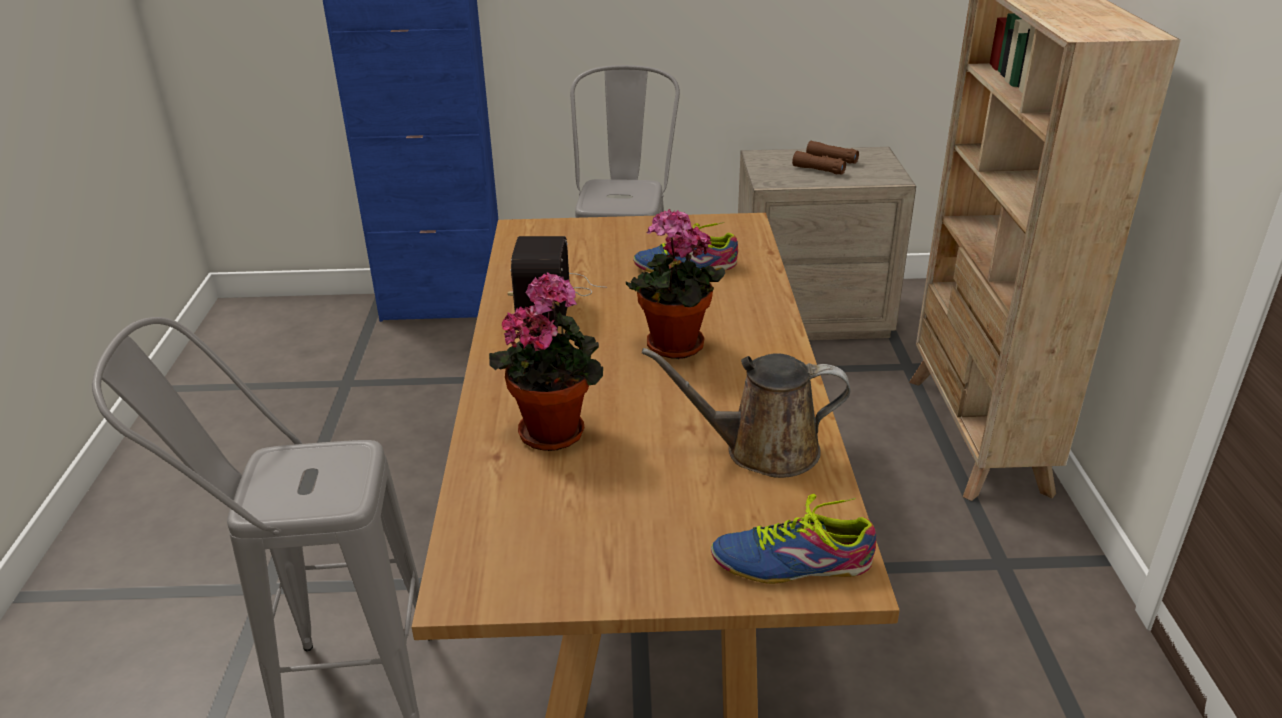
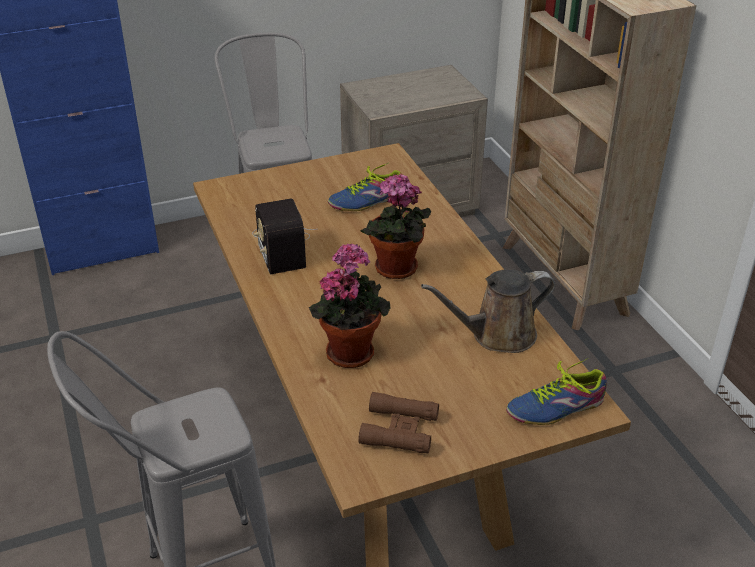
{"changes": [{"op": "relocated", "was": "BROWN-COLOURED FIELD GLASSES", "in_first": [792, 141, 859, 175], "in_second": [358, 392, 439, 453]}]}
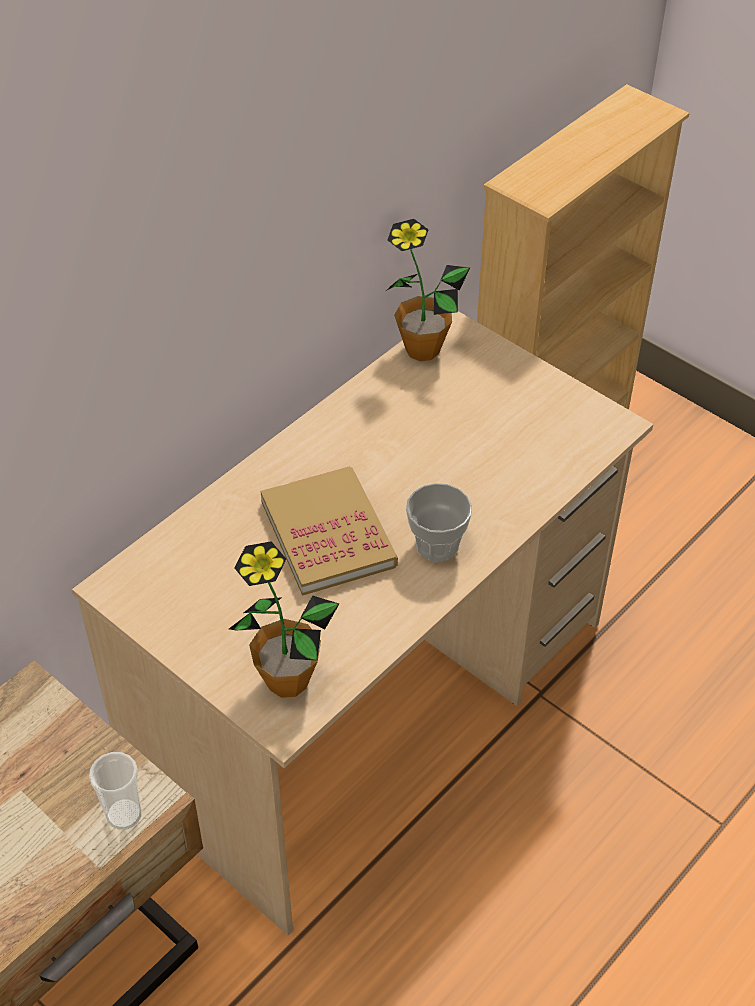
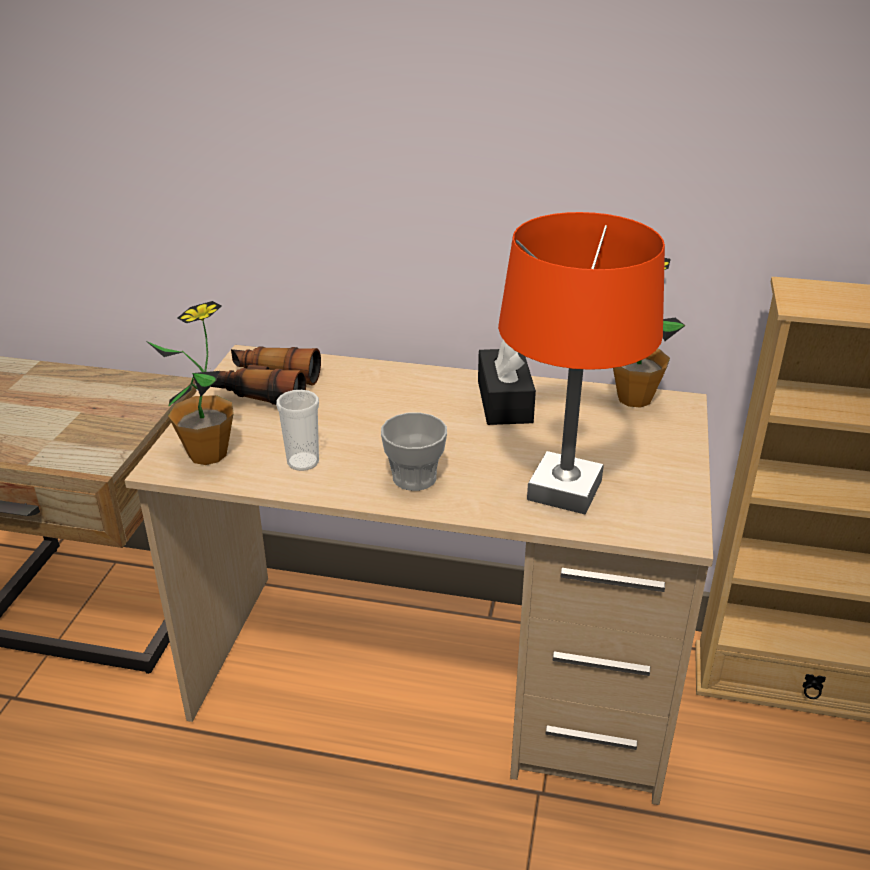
{"changes": [{"op": "appeared", "now": "FIELD GLASSES", "in_second": [211, 347, 321, 405]}, {"op": "relocated", "was": "CUP", "in_first": [89, 752, 142, 830], "in_second": [276, 390, 319, 471]}, {"op": "appeared", "now": "BLACK-COLOURED TISSUE BOX", "in_second": [478, 340, 536, 425]}, {"op": "appeared", "now": "ORANGEY LAMP FOR A TABLE", "in_second": [498, 212, 665, 514]}, {"op": "missing", "was": "VOLUME", "in_first": [261, 466, 398, 596]}]}
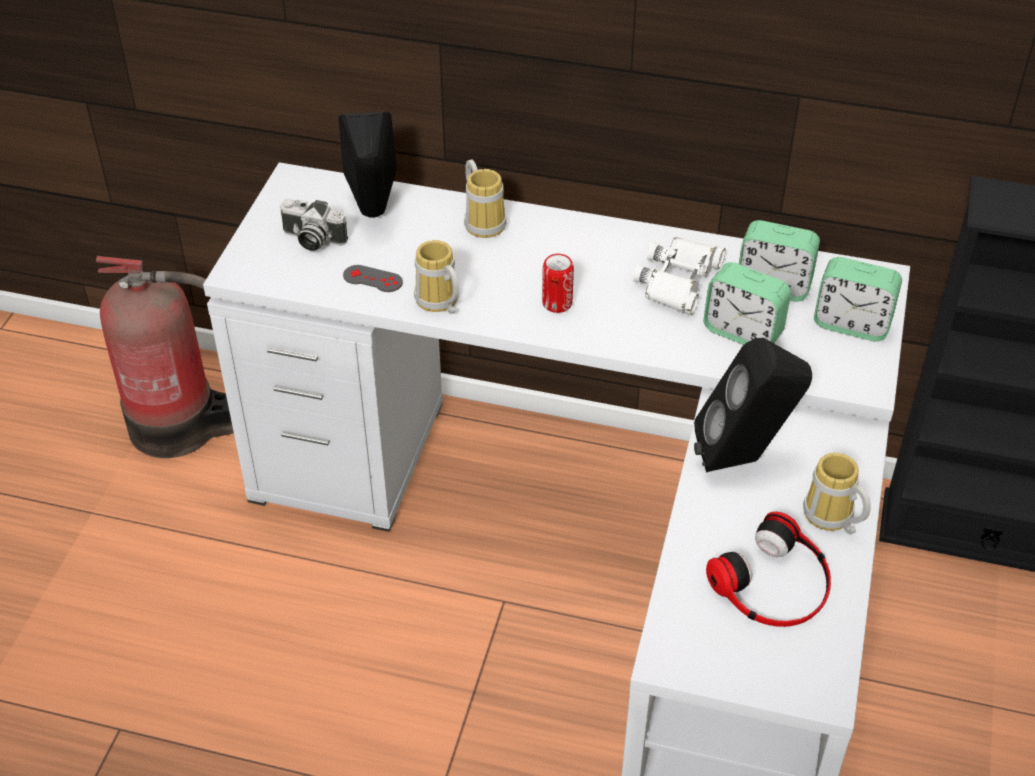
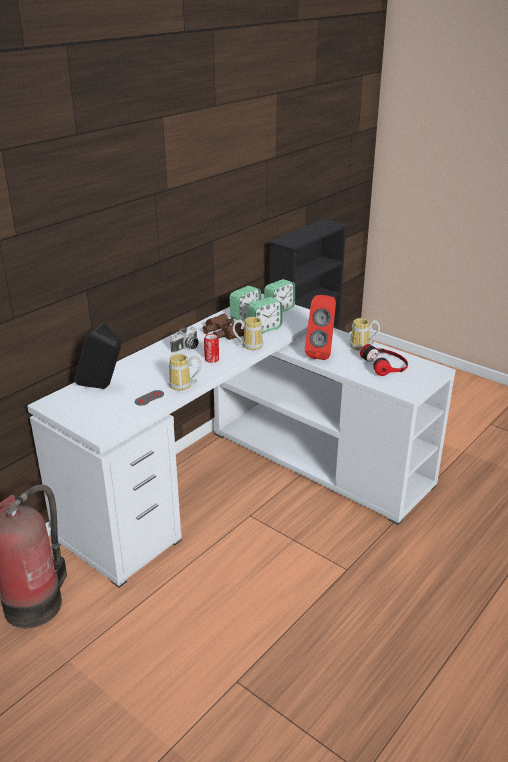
{"changes": [{"op": "relocated", "was": "PHOTO CAMERA", "in_first": [280, 199, 348, 251], "in_second": [170, 327, 199, 353]}, {"op": "colour", "was": "WHITE-COLOURED FIELD GLASSES", "now": "BROWN-COLOURED FIELD GLASSES", "in_first": [633, 237, 726, 315], "in_second": [203, 313, 244, 340]}, {"op": "relocated", "was": "MUG", "in_first": [464, 159, 507, 238], "in_second": [233, 317, 263, 350]}, {"op": "colour", "was": "BLACK-COLOURED SPEAKER", "now": "RED SPEAKER", "in_first": [694, 338, 812, 472], "in_second": [305, 295, 336, 360]}]}
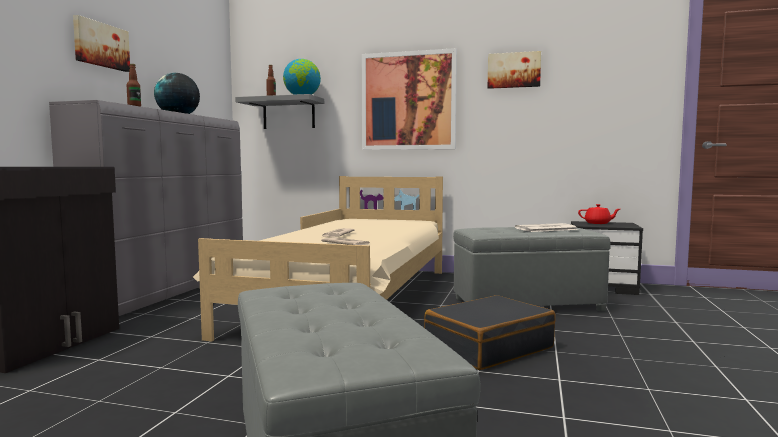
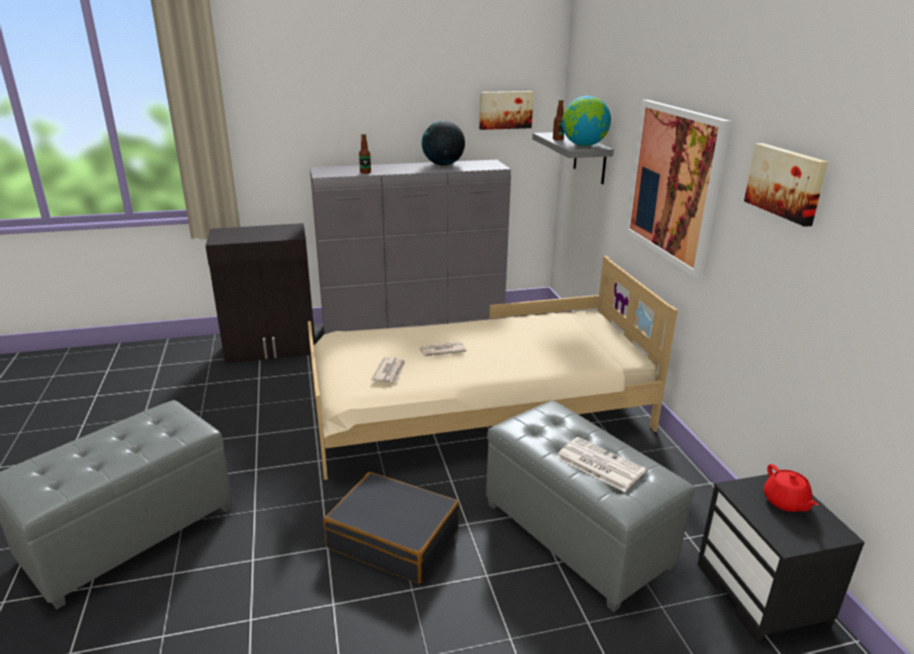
{"changes": [{"op": "relocated", "was": "WALL ART", "in_first": [73, 15, 130, 72], "in_second": [479, 91, 534, 130]}]}
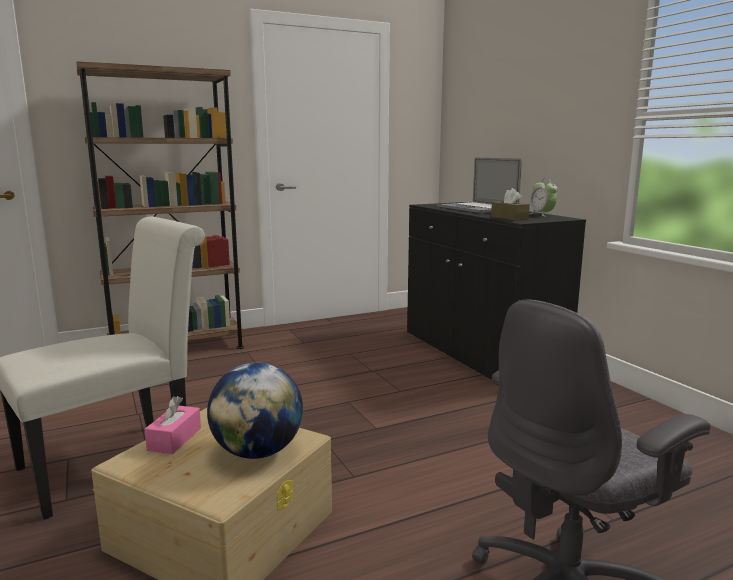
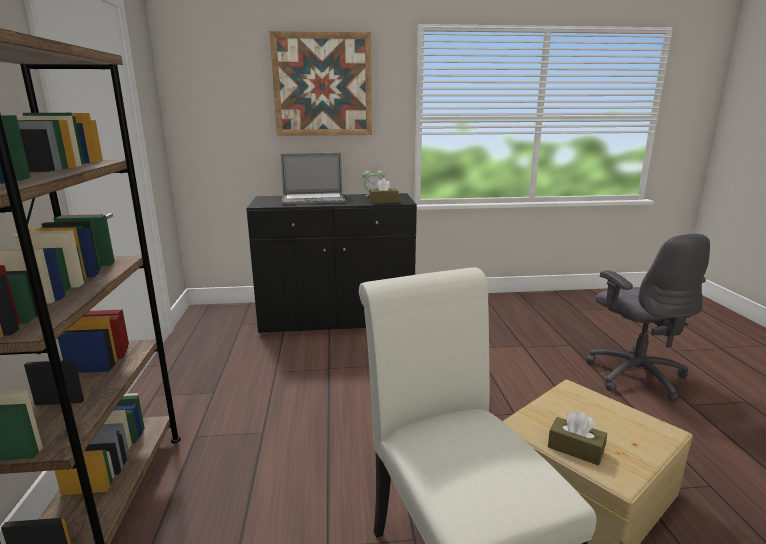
{"changes": [{"op": "appeared", "now": "WALL ART", "in_second": [270, 31, 372, 136]}, {"op": "colour", "was": "PINKISH TISSUE BOX", "now": "BROWN-COLOURED TISSUE BOX", "in_first": [145, 396, 201, 454], "in_second": [548, 412, 607, 466]}, {"op": "missing", "was": "WORLD GLOBE", "in_first": [207, 363, 303, 459]}]}
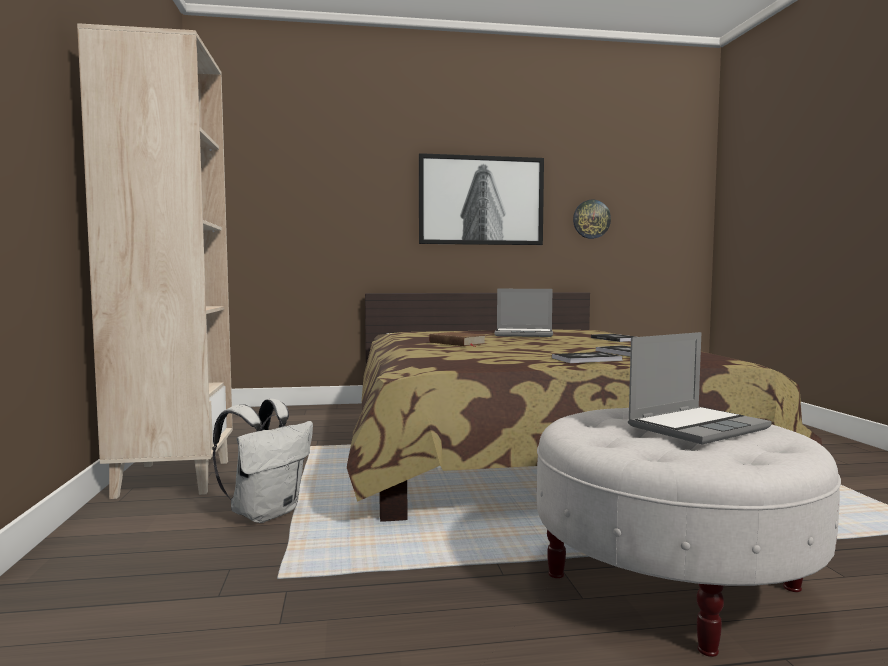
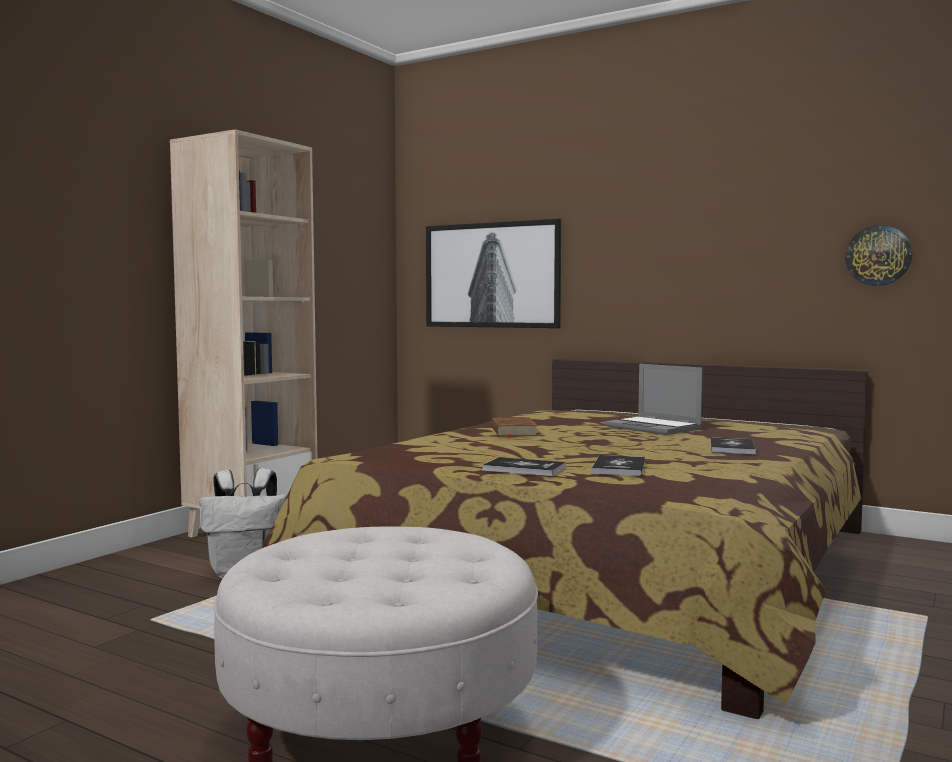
{"changes": [{"op": "relocated", "was": "WALL ART", "in_first": [419, 153, 544, 245], "in_second": [426, 219, 561, 328]}, {"op": "missing", "was": "LAPTOP", "in_first": [628, 332, 771, 445]}]}
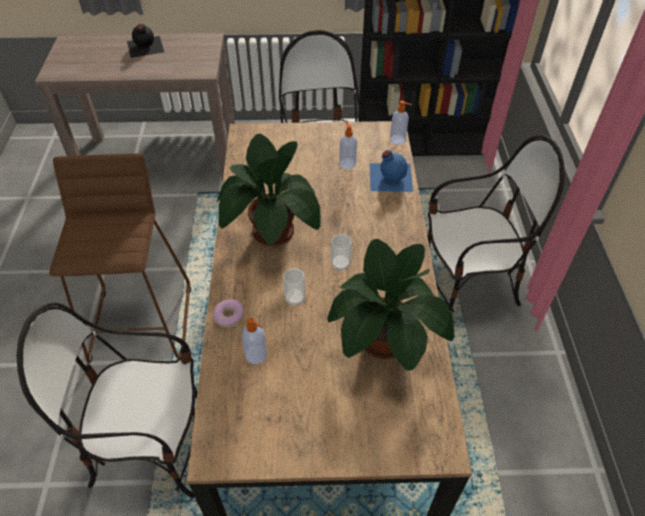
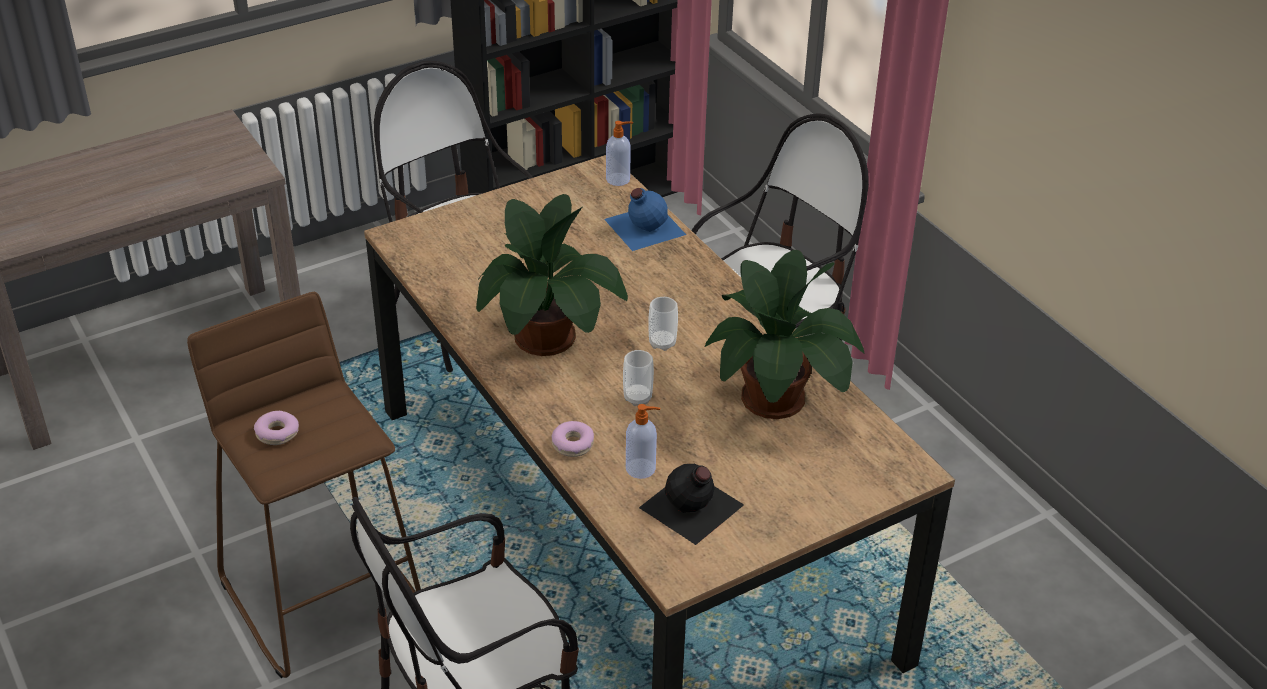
{"changes": [{"op": "appeared", "now": "RING DOUGHNUT", "in_second": [254, 411, 299, 445]}, {"op": "relocated", "was": "BLACK-COLOURED BEVERAGE BOTTLE", "in_first": [127, 24, 164, 58], "in_second": [639, 464, 744, 545]}, {"op": "missing", "was": "LIQUID SOAP BOTTLE", "in_first": [339, 120, 357, 169]}]}
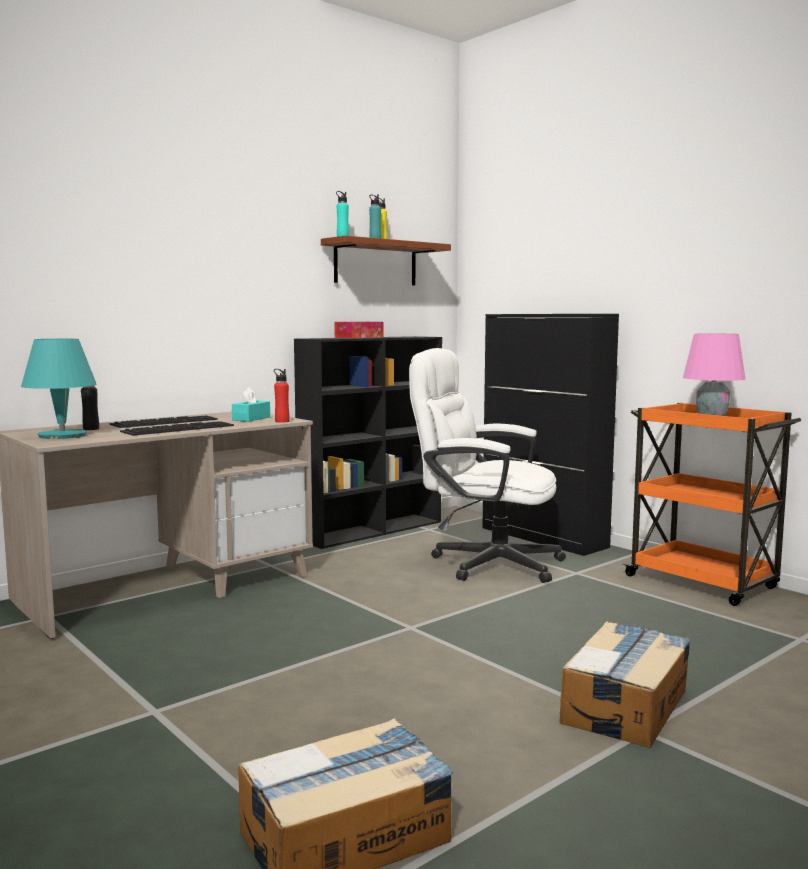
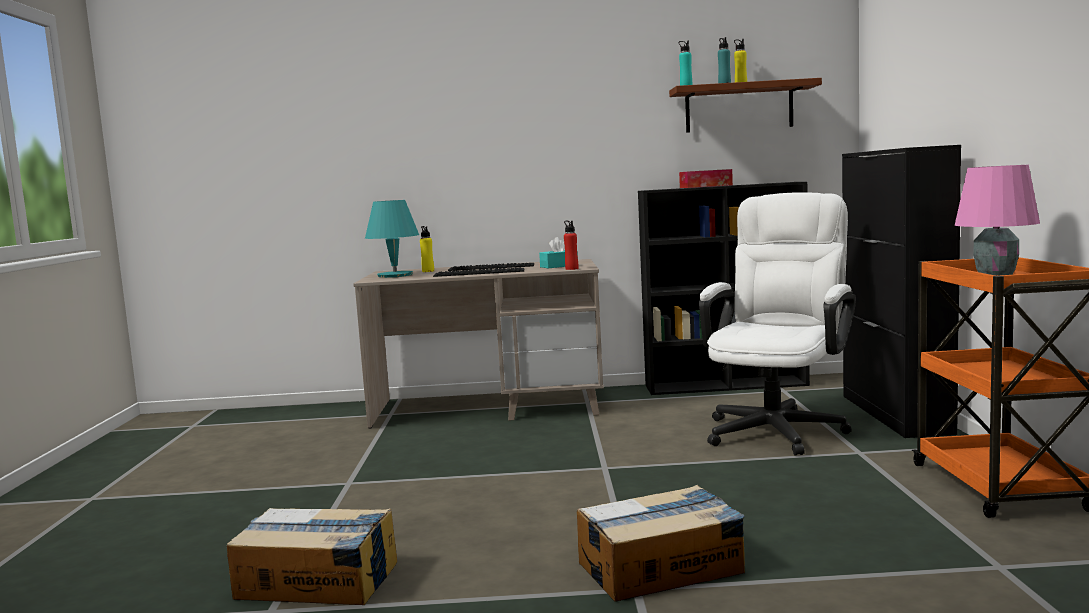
{"changes": [{"op": "colour", "was": "BLACK-COLOURED BEVERAGE BOTTLE", "now": "YELLOWISH BEVERAGE BOTTLE", "in_first": [81, 373, 99, 430], "in_second": [420, 226, 434, 272]}, {"op": "spun", "was": "WHITE-COLOURED OFFICE CHAIR", "in_first": [409, 348, 566, 583], "in_second": [699, 192, 856, 456], "clockwise": 60}]}
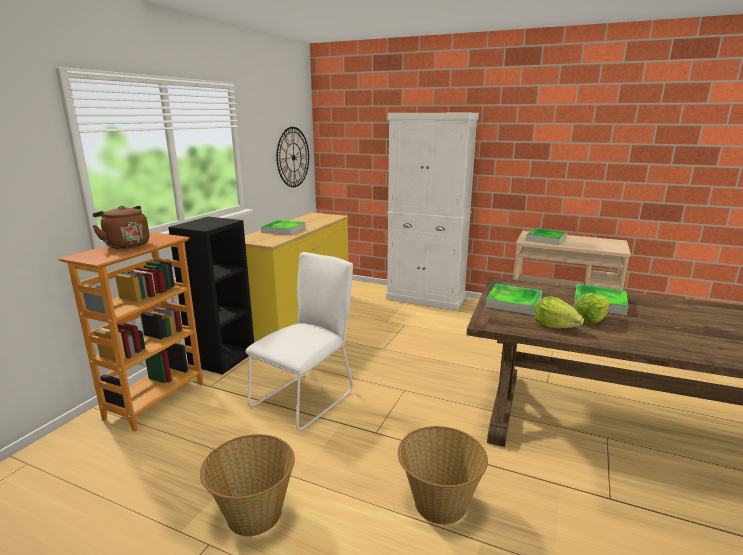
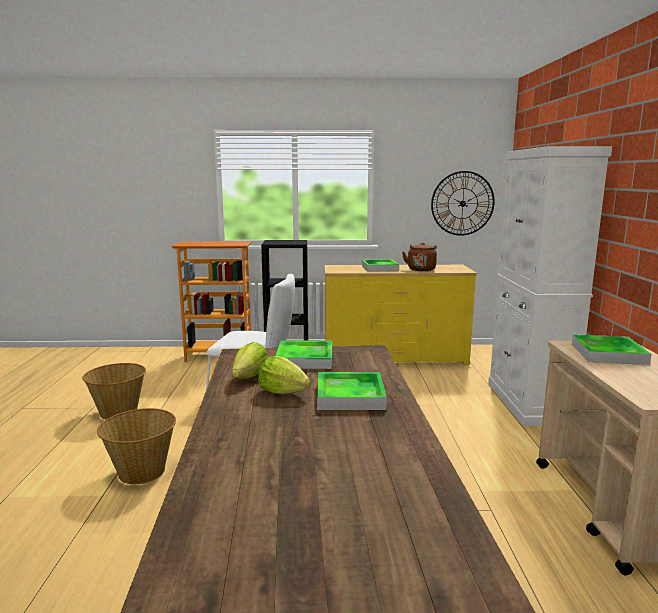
{"changes": [{"op": "relocated", "was": "BROWN-COLOURED WATER KETTLE", "in_first": [92, 206, 149, 249], "in_second": [402, 243, 437, 271]}]}
